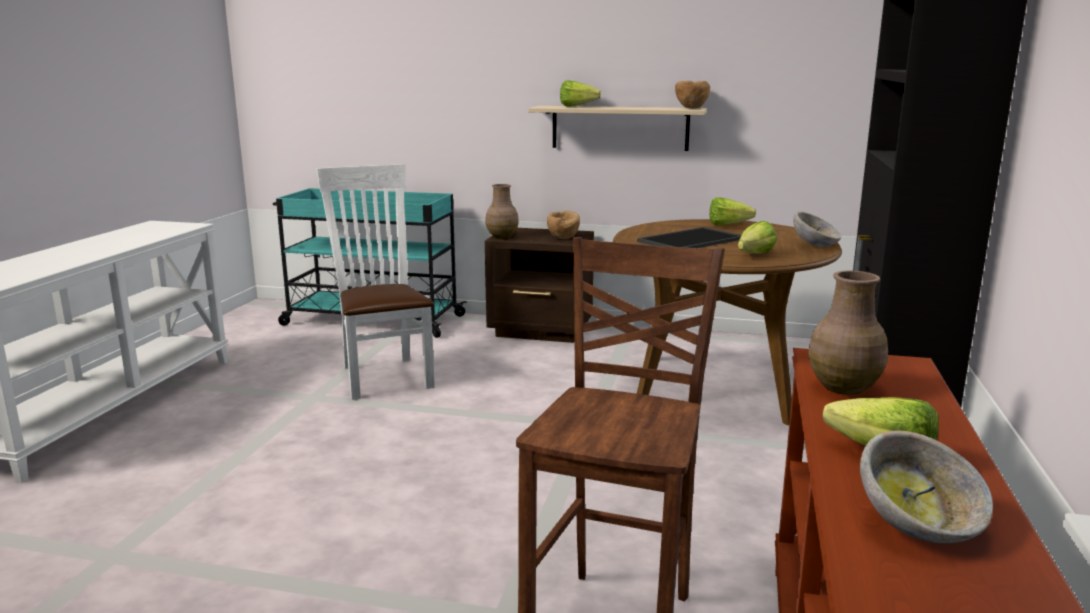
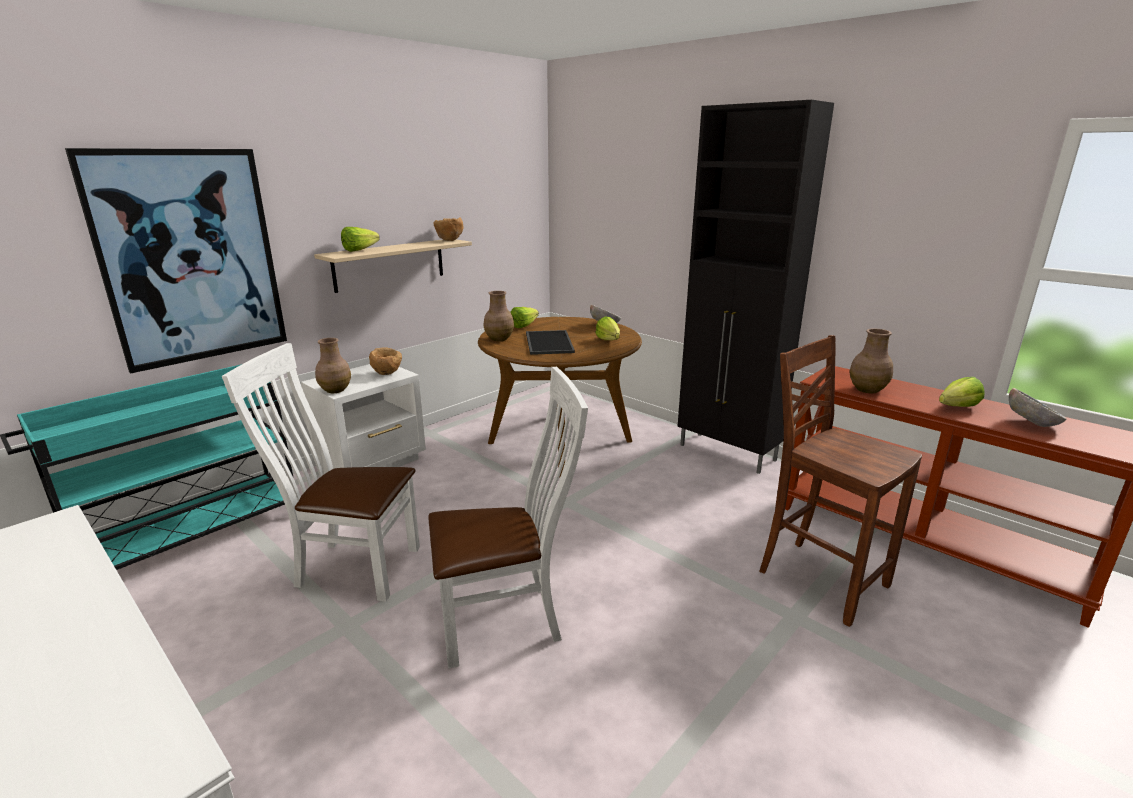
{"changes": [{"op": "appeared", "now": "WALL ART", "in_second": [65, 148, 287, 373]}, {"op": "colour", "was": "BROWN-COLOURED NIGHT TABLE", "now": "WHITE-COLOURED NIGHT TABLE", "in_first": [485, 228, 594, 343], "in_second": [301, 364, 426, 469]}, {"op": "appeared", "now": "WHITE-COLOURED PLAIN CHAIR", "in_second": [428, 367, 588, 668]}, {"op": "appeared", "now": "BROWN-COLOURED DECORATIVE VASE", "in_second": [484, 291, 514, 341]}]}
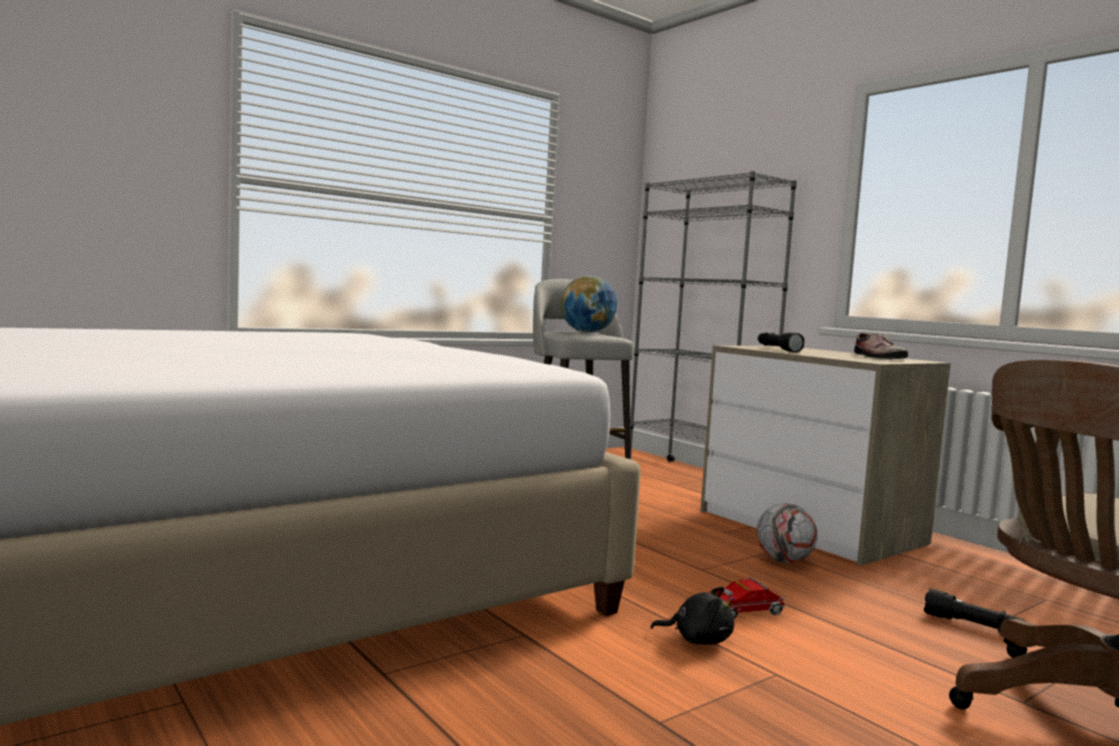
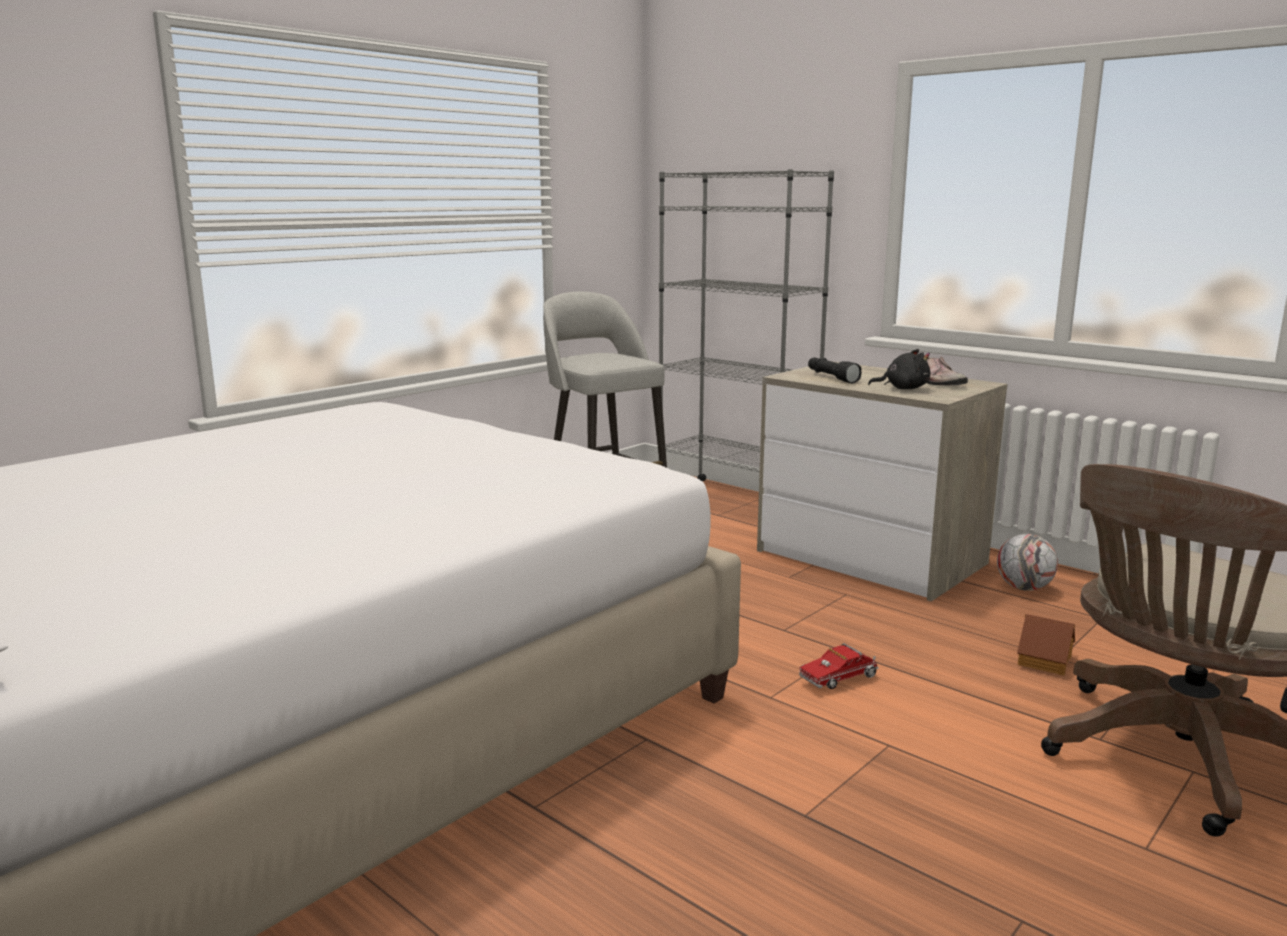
{"changes": [{"op": "relocated", "was": "BLACK-COLOURED CUDDLY TOY", "in_first": [650, 587, 734, 645], "in_second": [868, 349, 930, 389]}, {"op": "relocated", "was": "FOOTBALL BALL", "in_first": [756, 503, 818, 563], "in_second": [997, 534, 1058, 591]}, {"op": "exchanged", "was": "BLACK-COLOURED FLASHLIGHT", "now": "TOY HOUSE", "in_first": [924, 588, 1025, 633], "in_second": [1017, 614, 1075, 675]}, {"op": "missing", "was": "WORLD GLOBE", "in_first": [561, 275, 617, 333]}]}
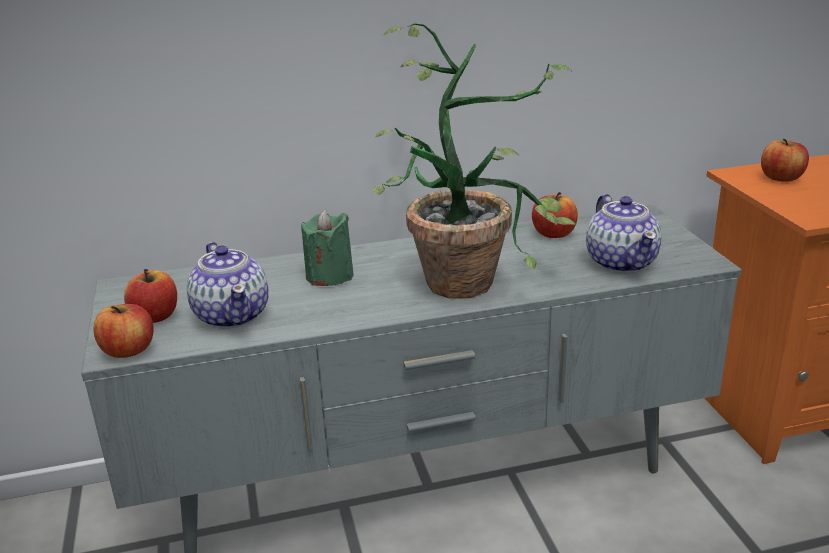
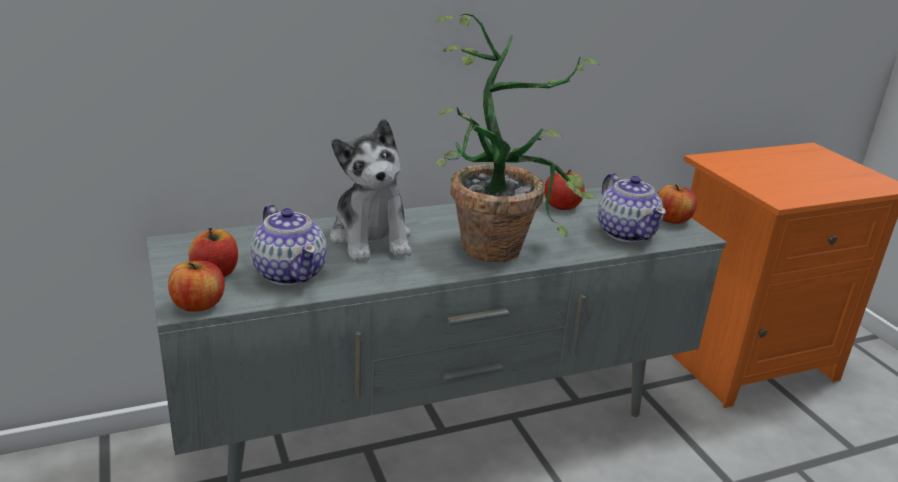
{"changes": [{"op": "exchanged", "was": "GREEN WAX CANDLE", "now": "CUDDLY TOY", "in_first": [301, 210, 354, 286], "in_second": [330, 118, 412, 262]}, {"op": "relocated", "was": "APPLE", "in_first": [761, 139, 809, 182], "in_second": [657, 185, 697, 224]}]}
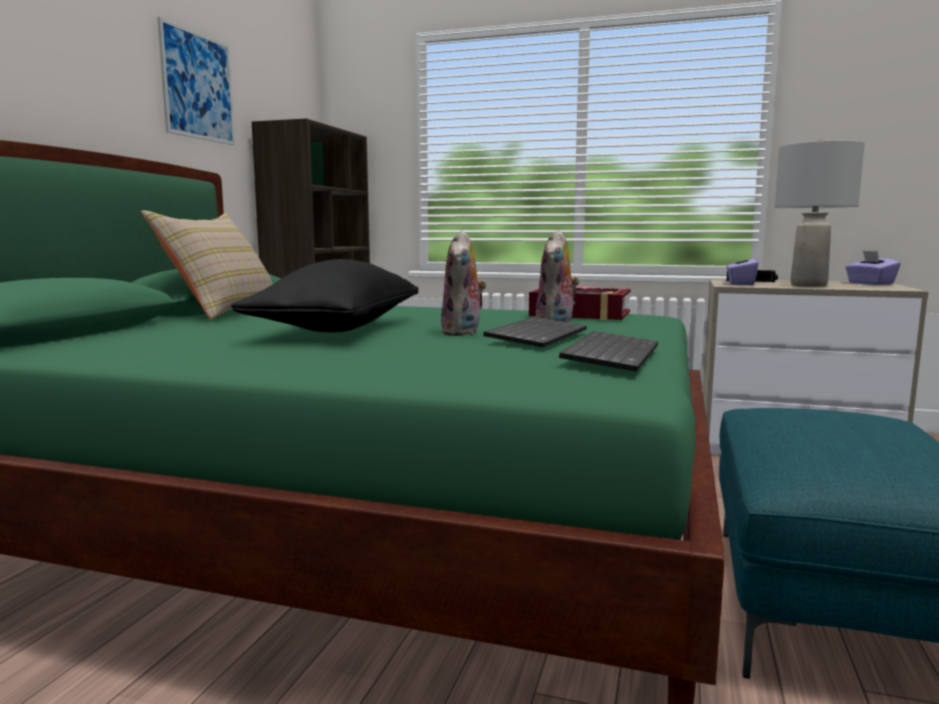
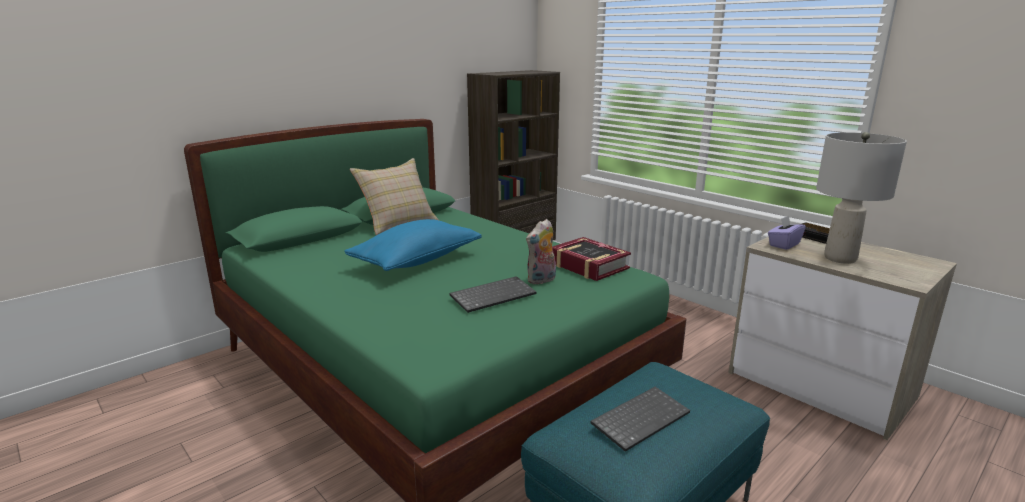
{"changes": [{"op": "colour", "was": "BLACK-COLOURED THROW PILLOW", "now": "BLUE THROW PILLOW", "in_first": [231, 259, 419, 332], "in_second": [344, 219, 482, 271]}, {"op": "relocated", "was": "KEYBOARD", "in_first": [559, 331, 658, 372], "in_second": [590, 387, 690, 452]}, {"op": "missing", "was": "WALL ART", "in_first": [157, 17, 235, 145]}, {"op": "missing", "was": "CUDDLY TOY", "in_first": [441, 231, 486, 336]}, {"op": "missing", "was": "PURPLE-COLOURED TISSUE BOX", "in_first": [845, 251, 901, 285]}]}
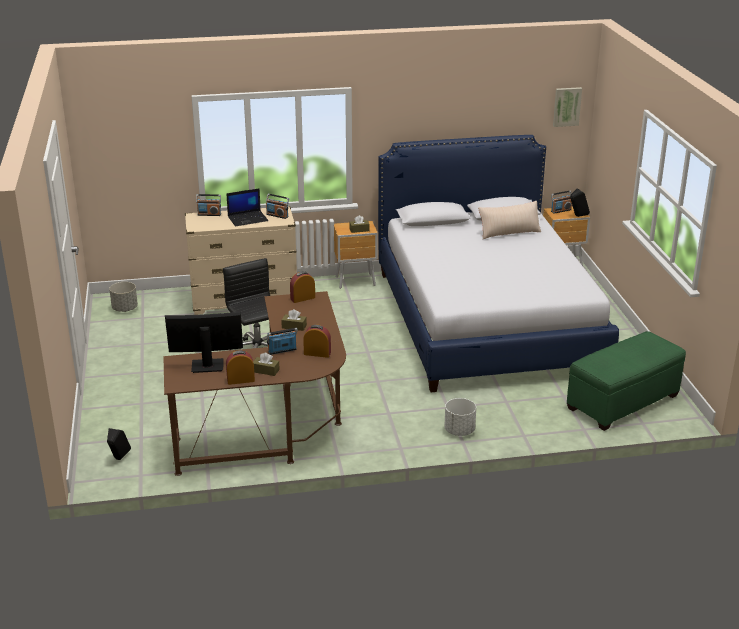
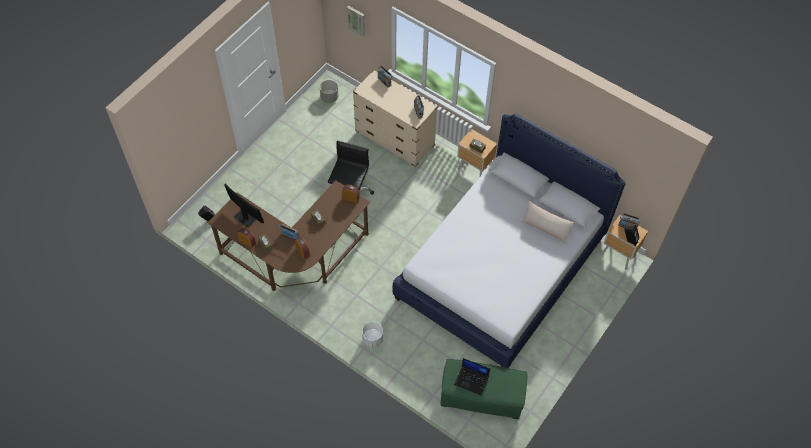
{"changes": [{"op": "relocated", "was": "WALL ART", "in_first": [553, 87, 582, 127], "in_second": [347, 6, 365, 37]}, {"op": "relocated", "was": "LAPTOP", "in_first": [226, 188, 268, 226], "in_second": [454, 358, 490, 395]}]}
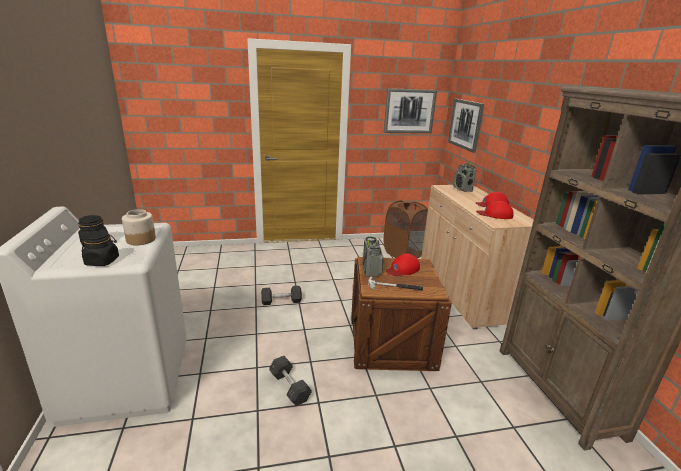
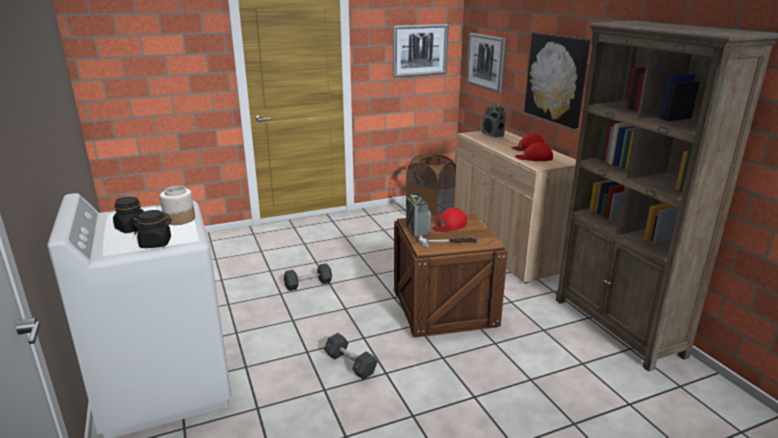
{"changes": [{"op": "appeared", "now": "WALL ART", "in_second": [524, 33, 590, 129]}]}
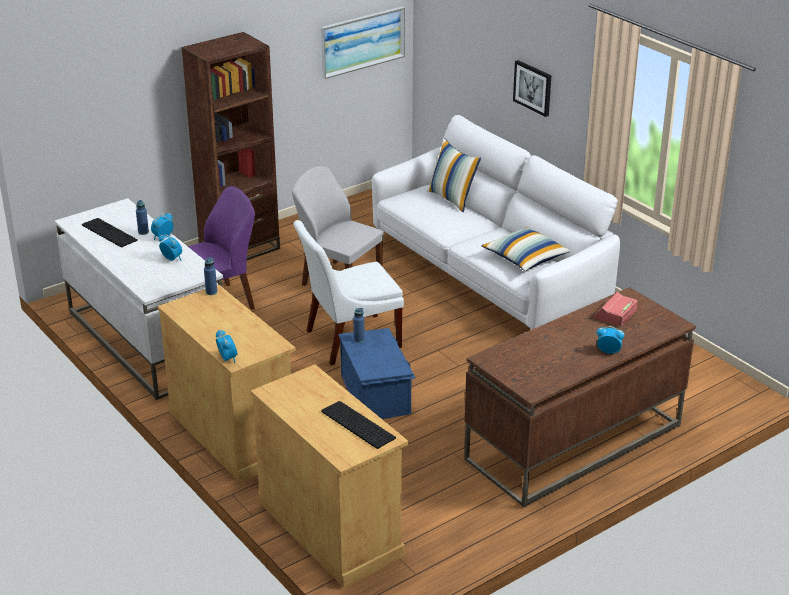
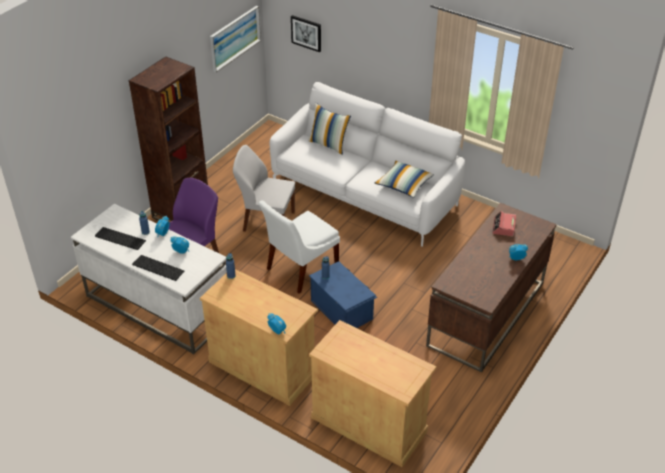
{"changes": [{"op": "relocated", "was": "KEYBOARD", "in_first": [321, 401, 396, 449], "in_second": [132, 255, 185, 281]}, {"op": "relocated", "was": "WALL ART", "in_first": [513, 60, 552, 117], "in_second": [291, 15, 321, 52]}]}
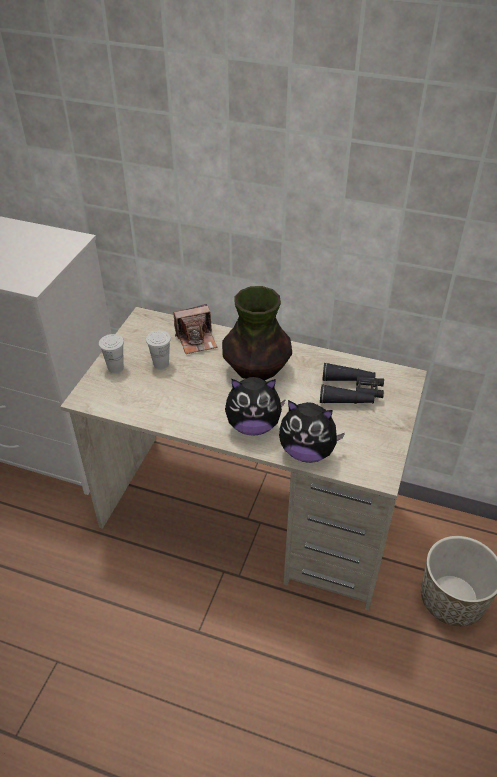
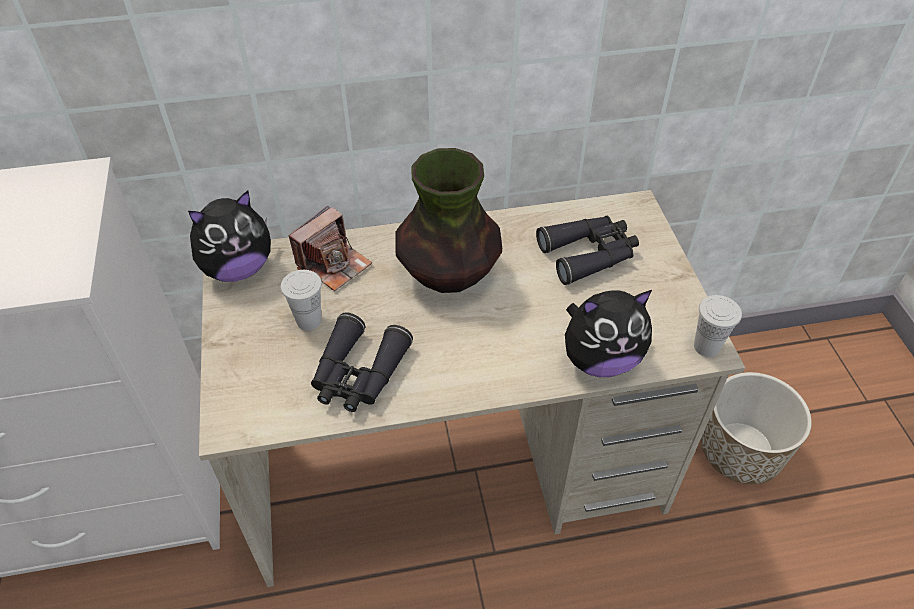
{"changes": [{"op": "relocated", "was": "CUDDLY TOY", "in_first": [225, 377, 286, 436], "in_second": [188, 190, 271, 282]}, {"op": "appeared", "now": "BLACK-COLOURED FIELD GLASSES", "in_second": [311, 313, 413, 412]}, {"op": "relocated", "was": "WHITE-COLOURED CUP", "in_first": [99, 334, 124, 373], "in_second": [694, 295, 742, 357]}]}
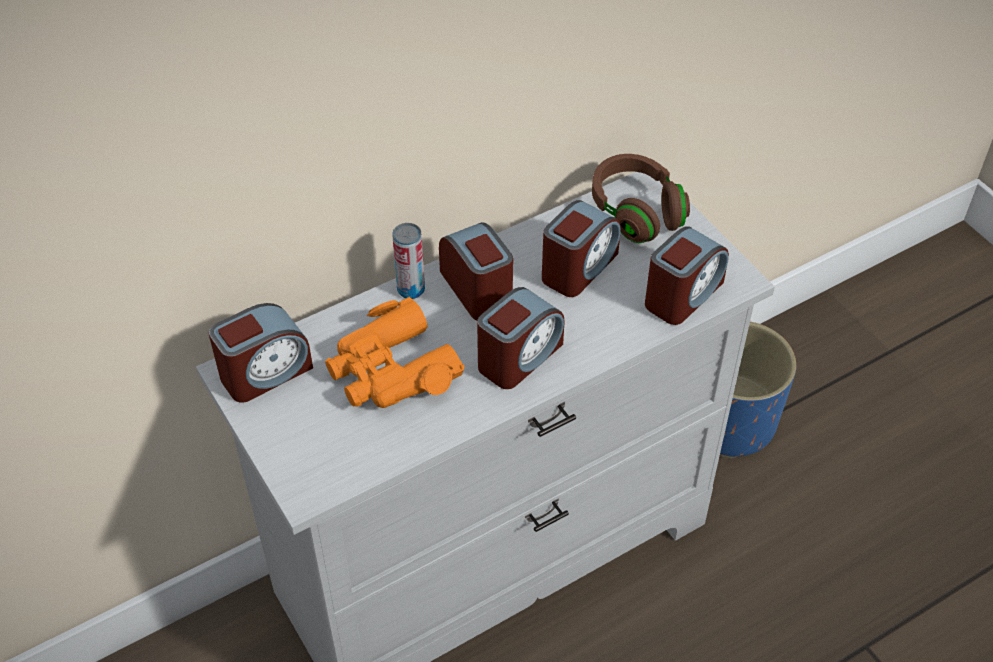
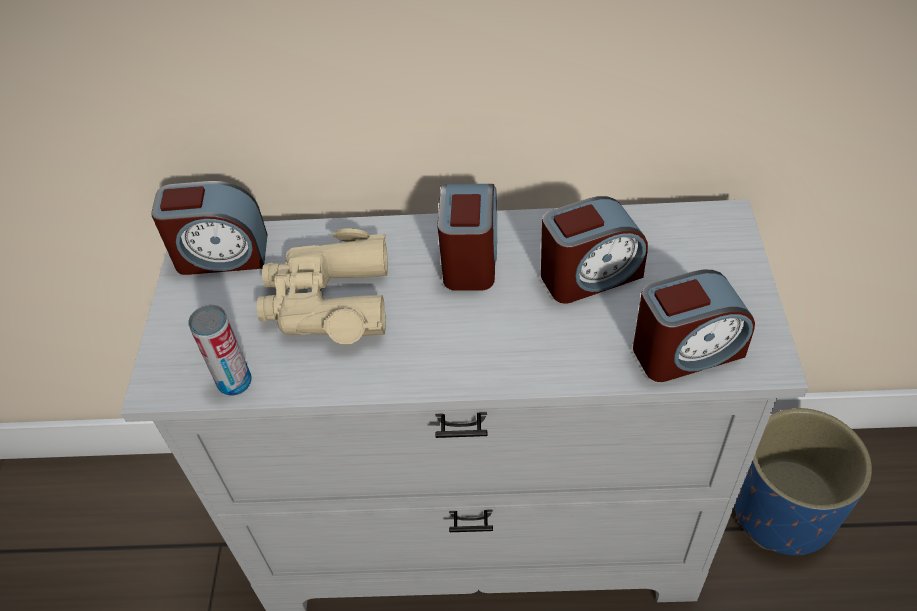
{"changes": [{"op": "relocated", "was": "CAN", "in_first": [393, 223, 425, 299], "in_second": [188, 305, 252, 396]}, {"op": "colour", "was": "ORANGEY FIELD GLASSES", "now": "BEIGE FIELD GLASSES", "in_first": [325, 297, 464, 408], "in_second": [257, 228, 388, 344]}, {"op": "missing", "was": "TABLE CLOCK", "in_first": [477, 287, 565, 389]}, {"op": "missing", "was": "BROWN-COLOURED PAIR OF HEADPHONES", "in_first": [592, 154, 690, 243]}]}
